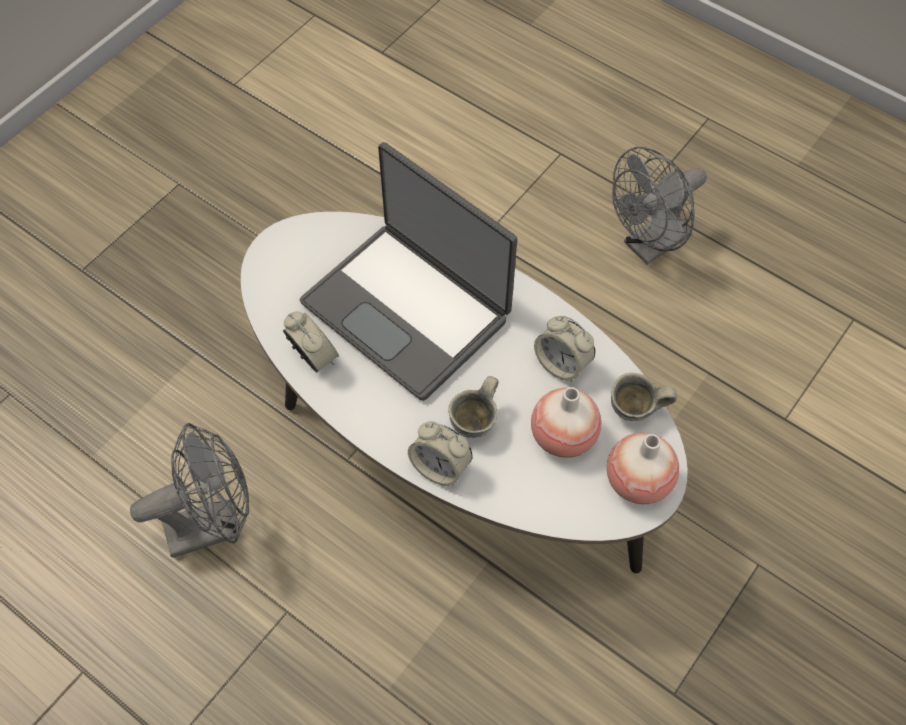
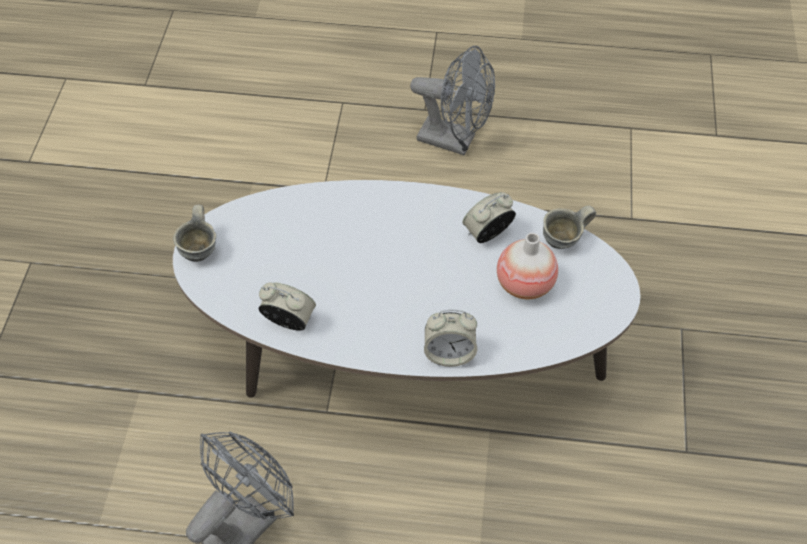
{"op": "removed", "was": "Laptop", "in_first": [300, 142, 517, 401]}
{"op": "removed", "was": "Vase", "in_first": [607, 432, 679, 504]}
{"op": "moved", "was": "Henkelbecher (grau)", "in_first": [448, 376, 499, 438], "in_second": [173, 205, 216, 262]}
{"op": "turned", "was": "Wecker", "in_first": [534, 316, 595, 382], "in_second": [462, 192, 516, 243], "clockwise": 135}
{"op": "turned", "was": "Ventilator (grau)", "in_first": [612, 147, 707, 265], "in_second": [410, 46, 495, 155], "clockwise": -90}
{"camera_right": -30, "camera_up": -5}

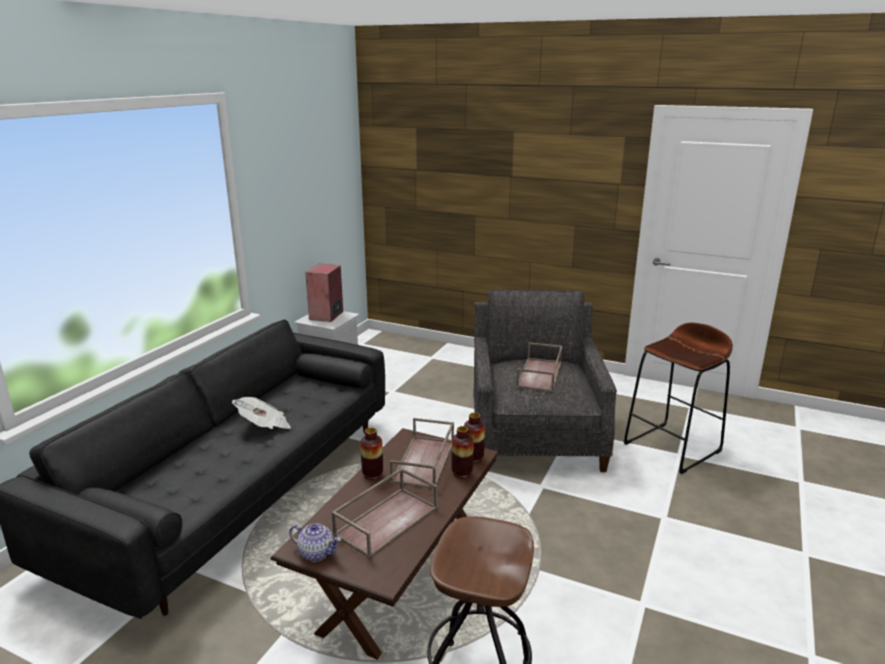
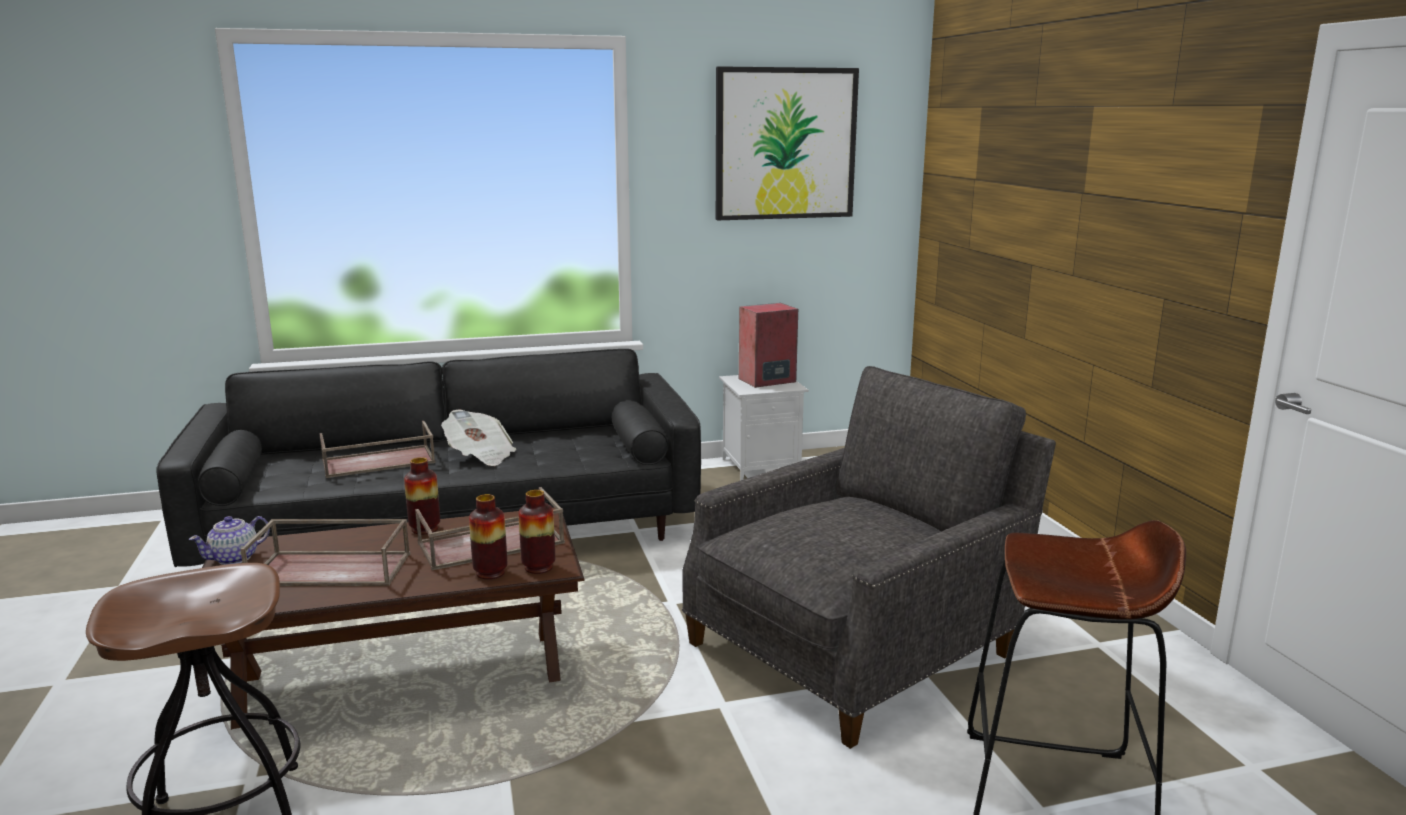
{"op": "added", "now": "Bild", "in_second": [716, 66, 859, 220]}
{"op": "moved", "was": "Tablett (braun)", "in_first": [516, 342, 562, 392], "in_second": [319, 421, 436, 478]}
{"op": "turned", "was": "Teekanne", "in_first": [289, 523, 341, 562], "in_second": [189, 516, 270, 565], "clockwise": 60}
{"camera_right": 50, "camera_up": -5}

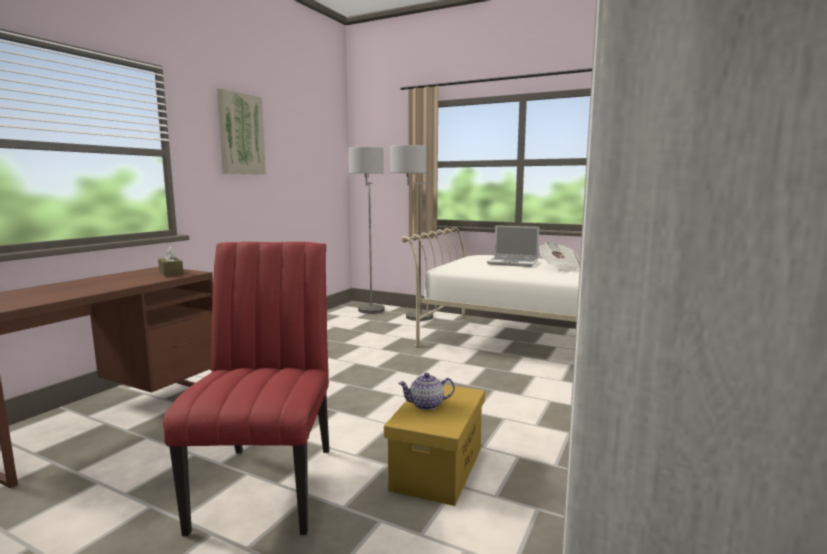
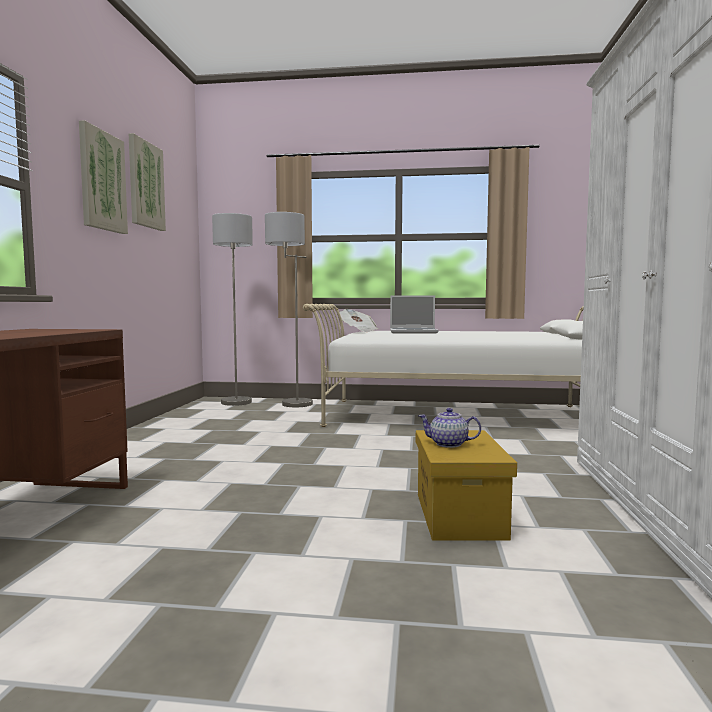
{"op": "removed", "was": "Taschentuchbox (braun)", "in_first": [158, 247, 183, 277]}
{"op": "removed", "was": "Stuhl (rot)", "in_first": [163, 242, 329, 536]}
{"op": "added", "now": "Bild", "in_second": [129, 133, 166, 231]}
{"op": "moved", "was": "Zeitung", "in_first": [539, 242, 580, 272], "in_second": [339, 309, 378, 332]}
{"op": "turned", "was": "Teekanne", "in_first": [398, 373, 455, 410], "in_second": [418, 408, 481, 448], "clockwise": 45}
{"camera_right": -20, "camera_up": -5}

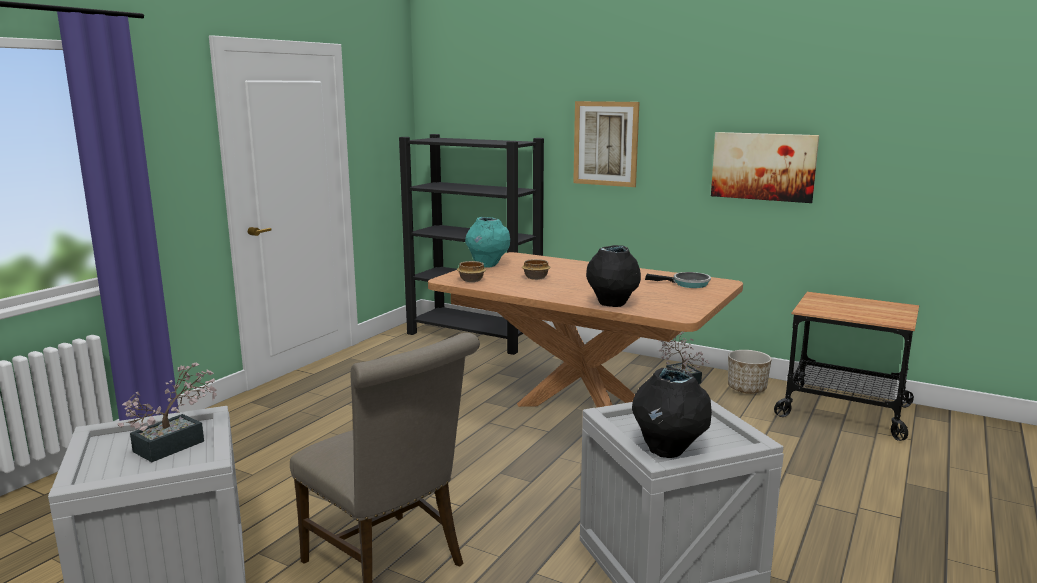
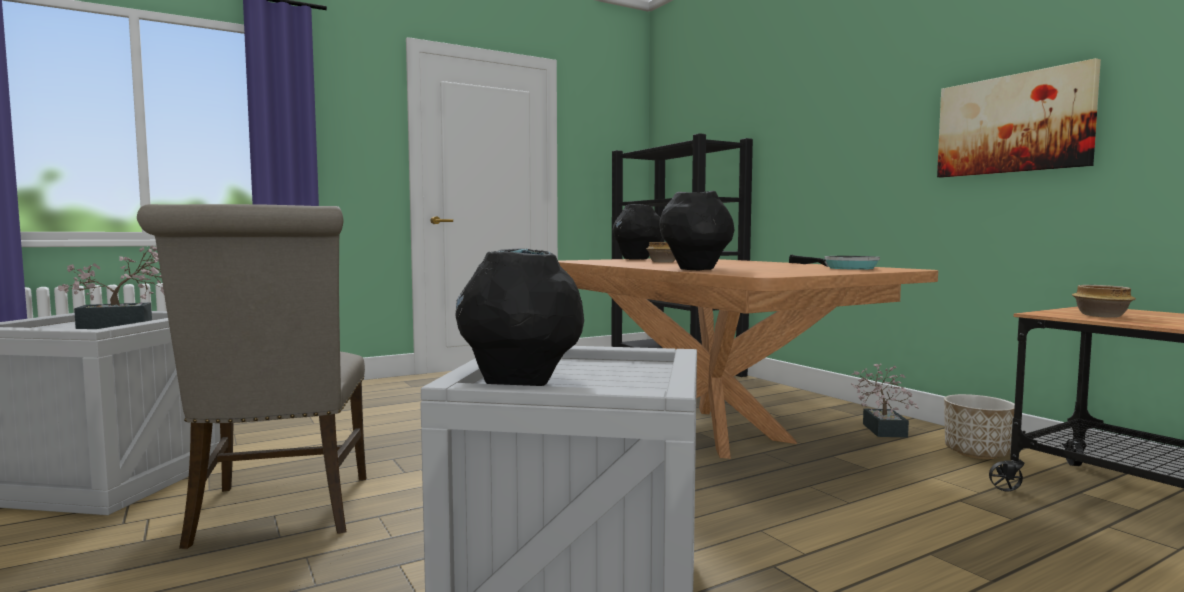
{"op": "removed", "was": "Bild", "in_first": [573, 101, 639, 187]}
{"op": "moved", "was": "Schüssel", "in_first": [457, 261, 486, 282], "in_second": [1072, 285, 1136, 318]}
{"op": "recoloured", "was": "Vase (türkis)", "now": "Vase (schwarz)", "in_first": [465, 217, 510, 268], "in_second": [613, 204, 662, 260]}
{"camera_right": 30, "camera_up": -10}

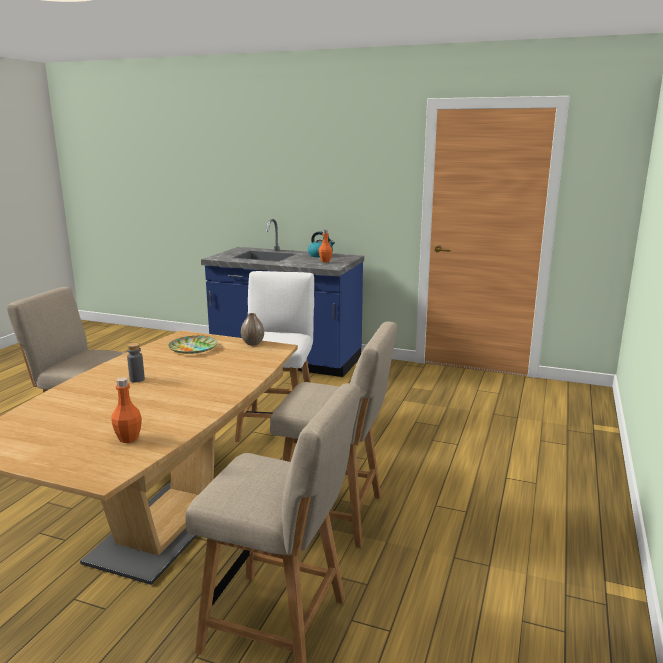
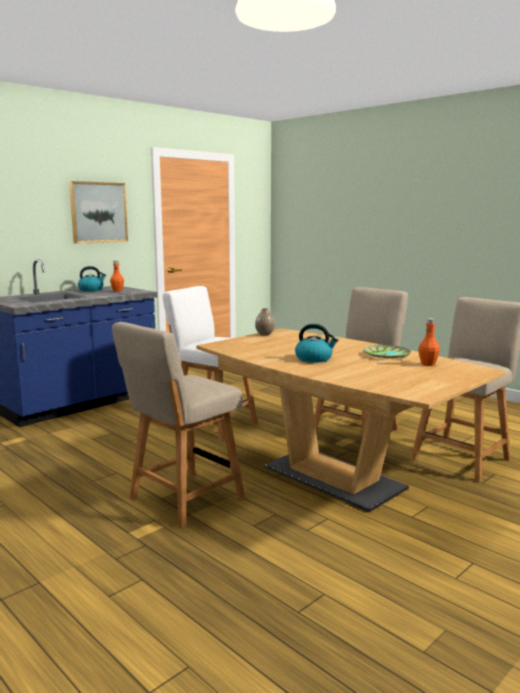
{"op": "added", "now": "Bild", "in_second": [69, 181, 128, 244]}
{"op": "moved", "was": "Teller", "in_first": [168, 336, 218, 354], "in_second": [363, 345, 411, 358]}
{"op": "replaced", "was": "Flasche (grau)", "now": "Wasserkessel", "in_first": [127, 343, 145, 383], "in_second": [295, 324, 338, 363]}
{"camera_right": -65, "camera_up": -5}

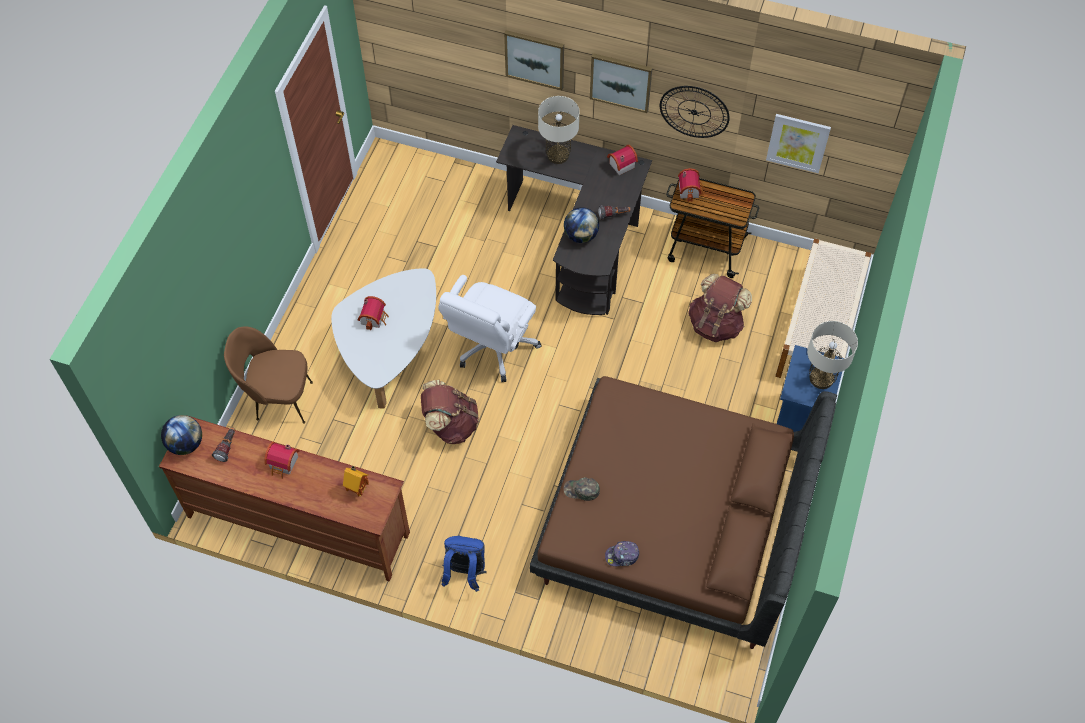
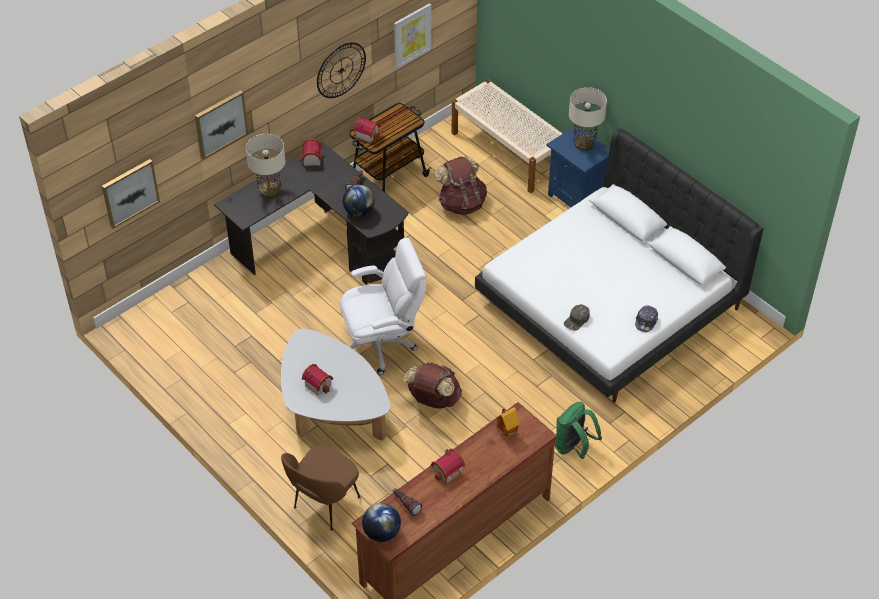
{"op": "moved", "was": "Bild", "in_first": [590, 53, 652, 113], "in_second": [102, 159, 160, 229]}
{"op": "recoloured", "was": "Rucksack (blau)", "now": "Rucksack (grün)", "in_first": [441, 535, 486, 592], "in_second": [555, 402, 602, 459]}
{"op": "recoloured", "was": "Bett (braun)", "now": "Bett (weiß)", "in_first": [530, 376, 837, 649], "in_second": [475, 128, 764, 403]}
{"op": "turned", "was": "Bürostuhl (weiß)", "in_first": [438, 275, 542, 382], "in_second": [340, 238, 426, 375], "clockwise": -75}
{"camera_right": -60, "camera_up": -10}

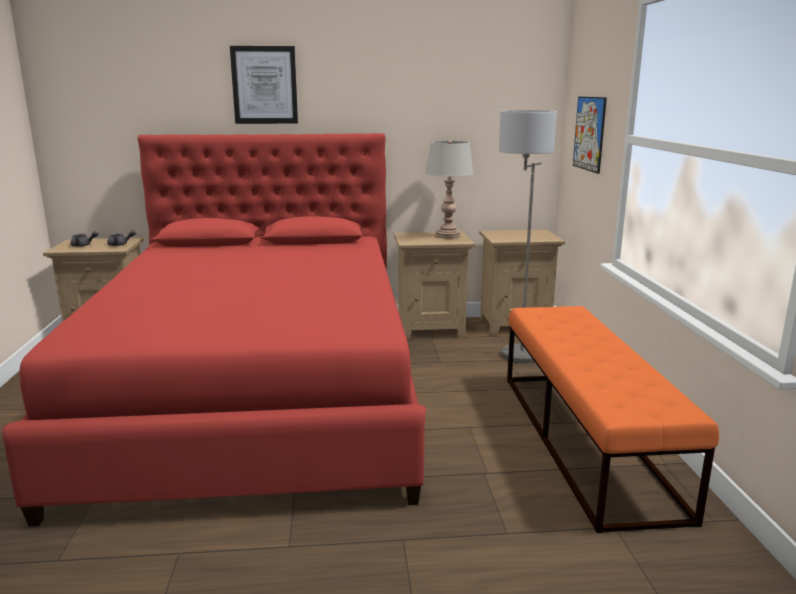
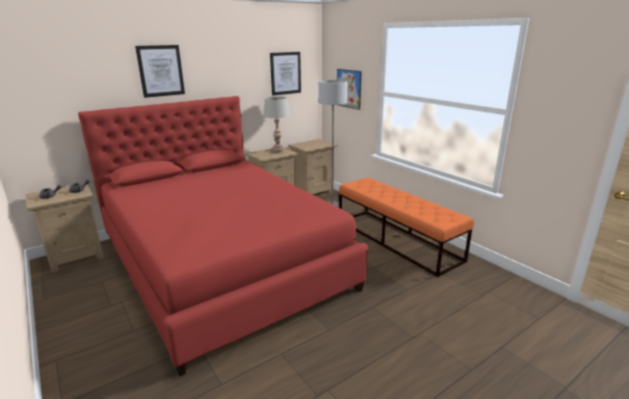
{"op": "added", "now": "Bild", "in_second": [270, 52, 301, 95]}
{"camera_right": -30, "camera_up": 5}

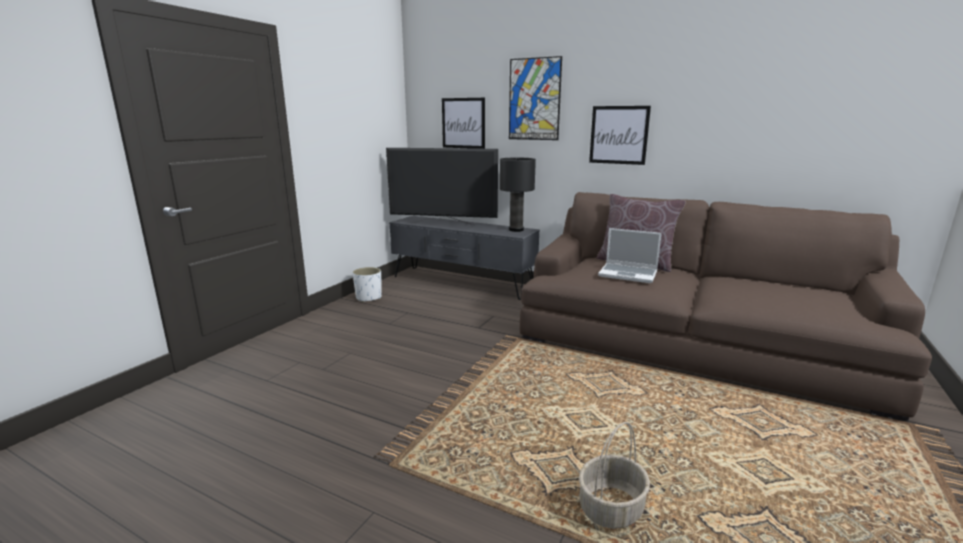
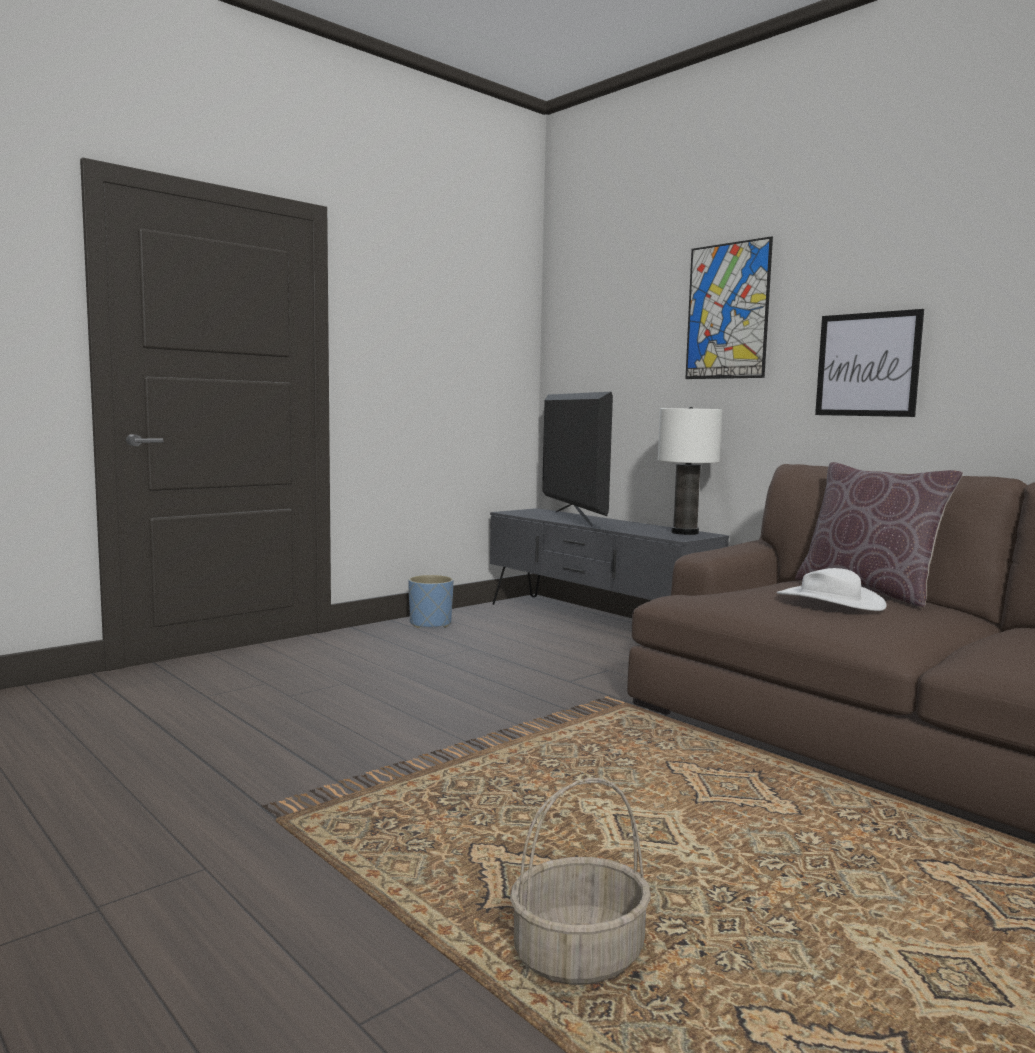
{"op": "removed", "was": "Bild", "in_first": [442, 98, 485, 149]}
{"op": "replaced", "was": "Laptop", "now": "Hut (weiß)", "in_first": [598, 228, 662, 283], "in_second": [777, 568, 886, 611]}
{"op": "recoloured", "was": "Pflanzkübel (weiß)", "now": "Pflanzkübel (blau)", "in_first": [353, 267, 382, 302], "in_second": [408, 575, 454, 628]}
{"op": "recoloured", "was": "Tischlampe (schwarz)", "now": "Tischlampe (weiß)", "in_first": [500, 157, 536, 232], "in_second": [658, 407, 722, 535]}
{"op": "turned", "was": "Fernseher", "in_first": [386, 148, 498, 226], "in_second": [542, 392, 613, 527], "clockwise": -135}
{"camera_right": 20, "camera_up": -10}

